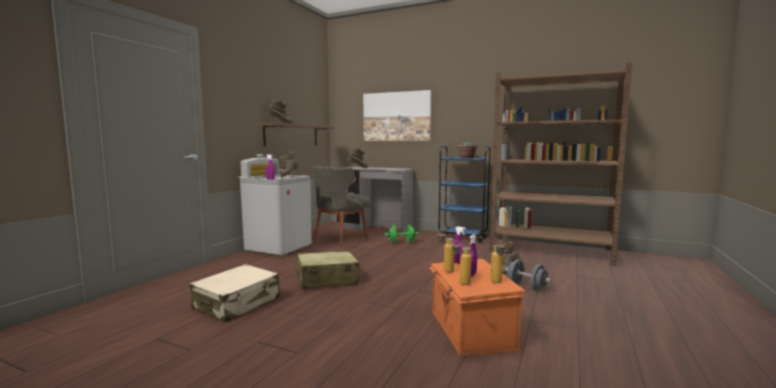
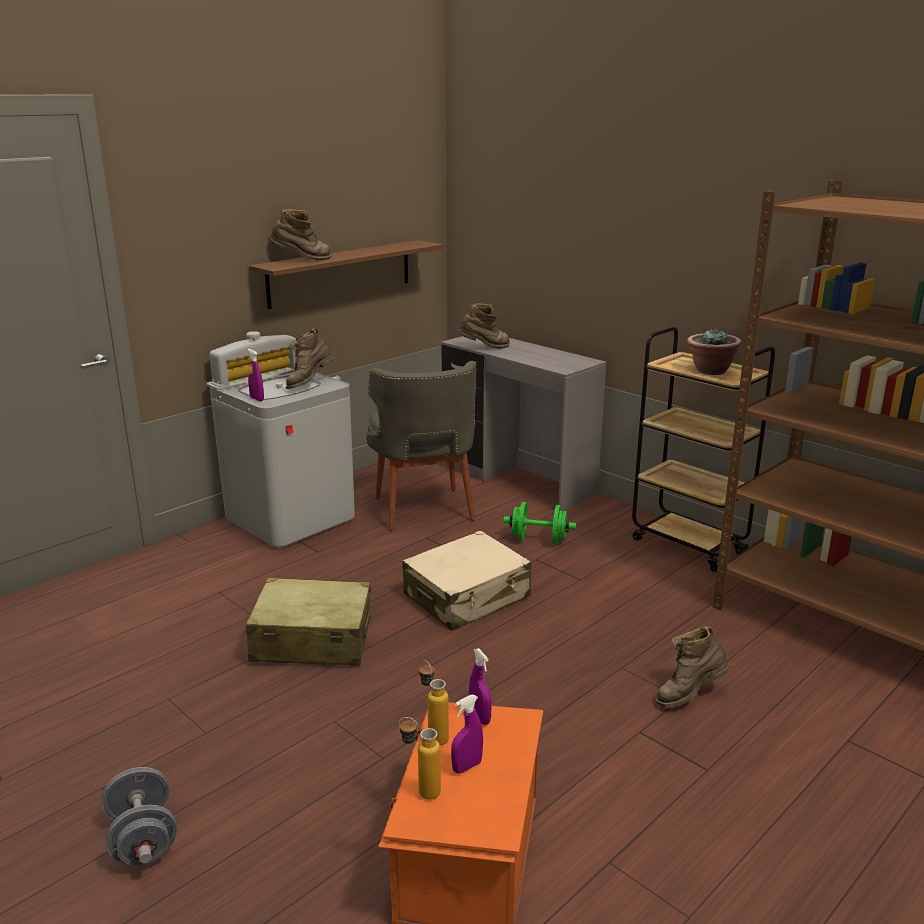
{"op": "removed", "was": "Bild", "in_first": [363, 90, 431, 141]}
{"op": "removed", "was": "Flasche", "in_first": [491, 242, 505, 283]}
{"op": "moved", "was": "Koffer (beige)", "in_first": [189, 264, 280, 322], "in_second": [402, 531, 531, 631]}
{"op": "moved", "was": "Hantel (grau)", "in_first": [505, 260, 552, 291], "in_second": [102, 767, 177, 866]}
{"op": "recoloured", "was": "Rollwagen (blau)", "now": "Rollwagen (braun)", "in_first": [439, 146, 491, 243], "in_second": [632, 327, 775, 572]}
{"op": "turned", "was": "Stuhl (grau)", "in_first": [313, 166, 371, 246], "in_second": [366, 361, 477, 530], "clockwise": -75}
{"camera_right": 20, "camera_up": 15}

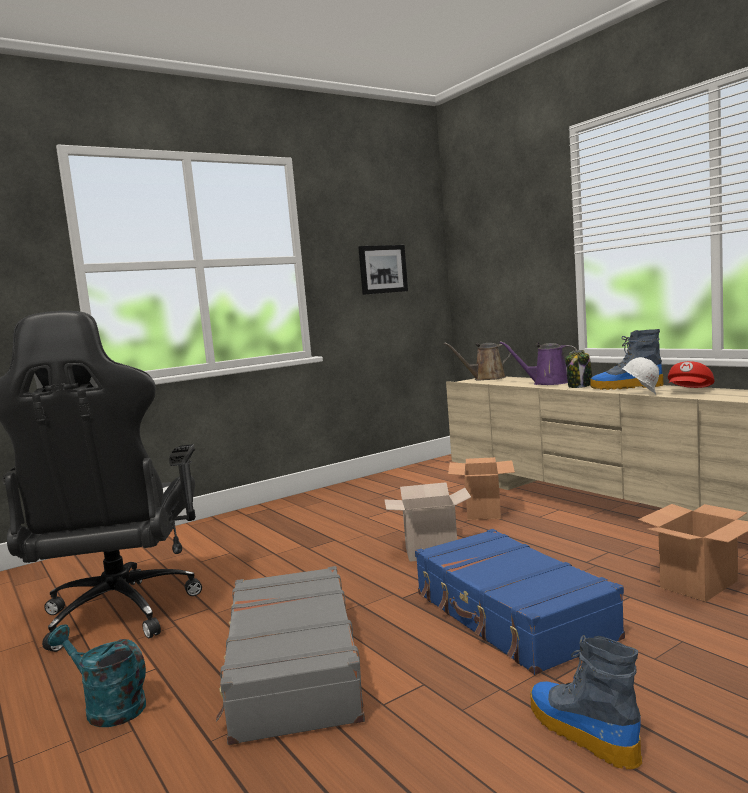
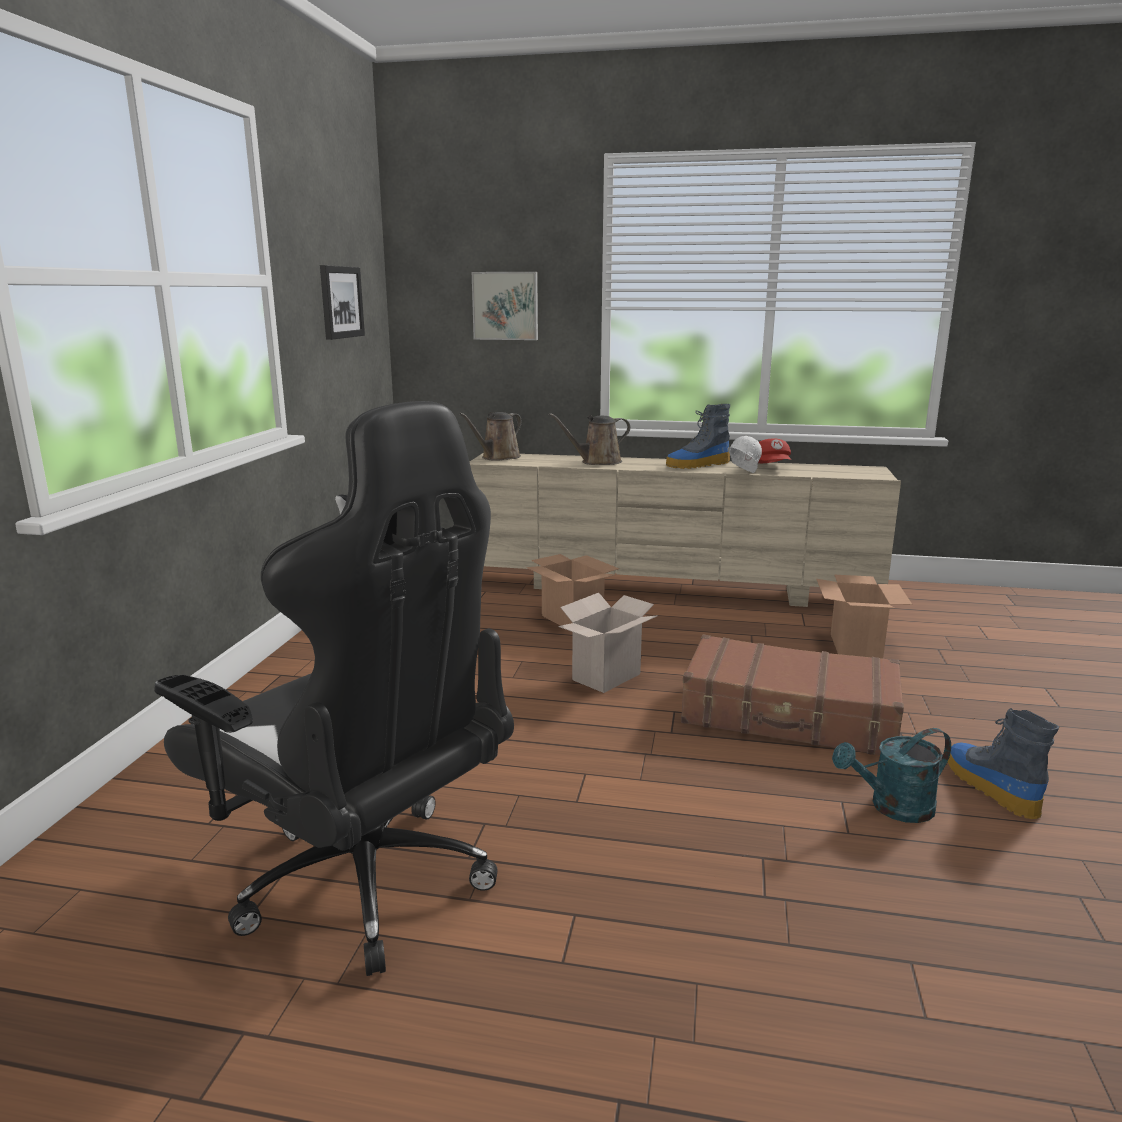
{"op": "removed", "was": "Koffer (grau)", "in_first": [216, 566, 365, 745]}
{"op": "removed", "was": "Vorratsglas", "in_first": [565, 350, 592, 388]}
{"op": "added", "now": "Bild", "in_second": [472, 272, 538, 340]}
{"op": "moved", "was": "Gießkanne (türkis)", "in_first": [48, 624, 146, 727], "in_second": [832, 728, 951, 823]}
{"op": "recoloured", "was": "Koffer (blau)", "now": "Koffer (braun)", "in_first": [415, 529, 625, 675], "in_second": [681, 635, 904, 755]}
{"op": "recoloured", "was": "Gießkanne (lila)", "now": "Gießkanne (braun)", "in_first": [499, 341, 577, 385], "in_second": [548, 413, 631, 465]}
{"op": "turned", "was": "Stiefel", "in_first": [530, 635, 642, 769], "in_second": [948, 708, 1059, 819], "clockwise": 60}
{"camera_right": -45, "camera_up": 10}

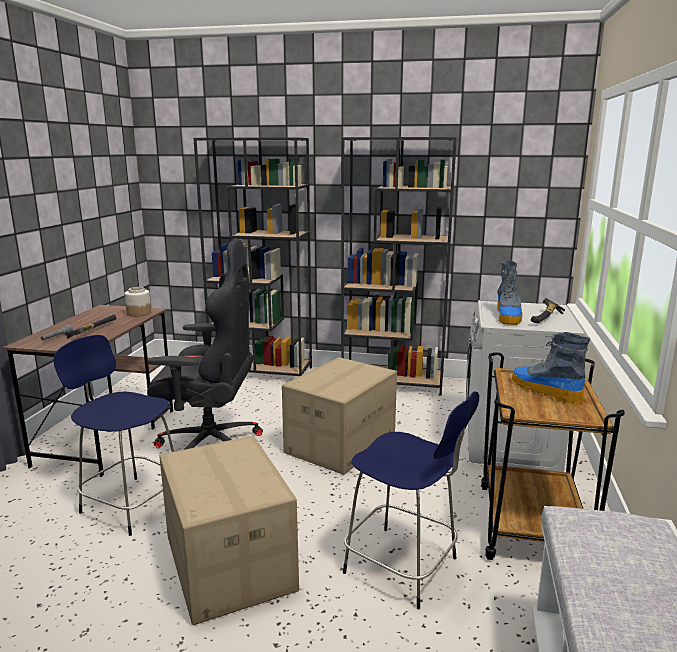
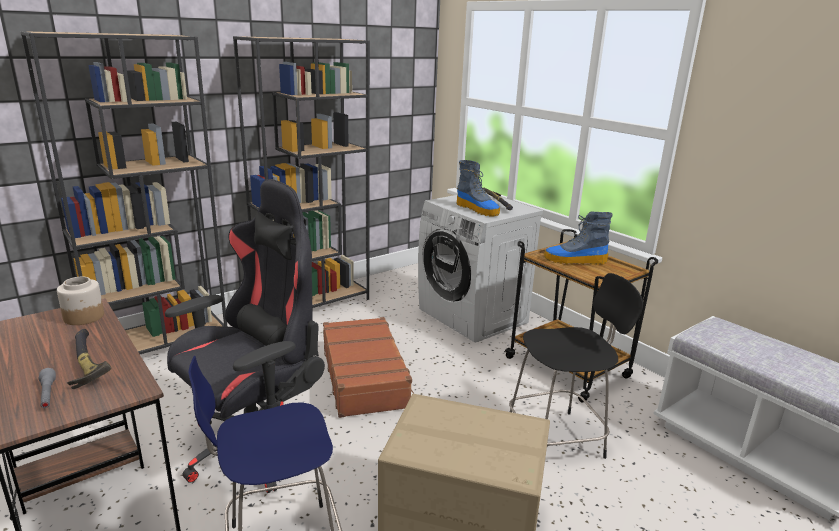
{"op": "replaced", "was": "Karton", "now": "Koffer (braun)", "in_first": [282, 357, 397, 475], "in_second": [323, 317, 414, 418]}
{"op": "recoloured", "was": "Hocker (blau)", "now": "Hocker (schwarz)", "in_first": [343, 391, 479, 610], "in_second": [509, 273, 643, 459]}
{"camera_right": -50, "camera_up": 5}

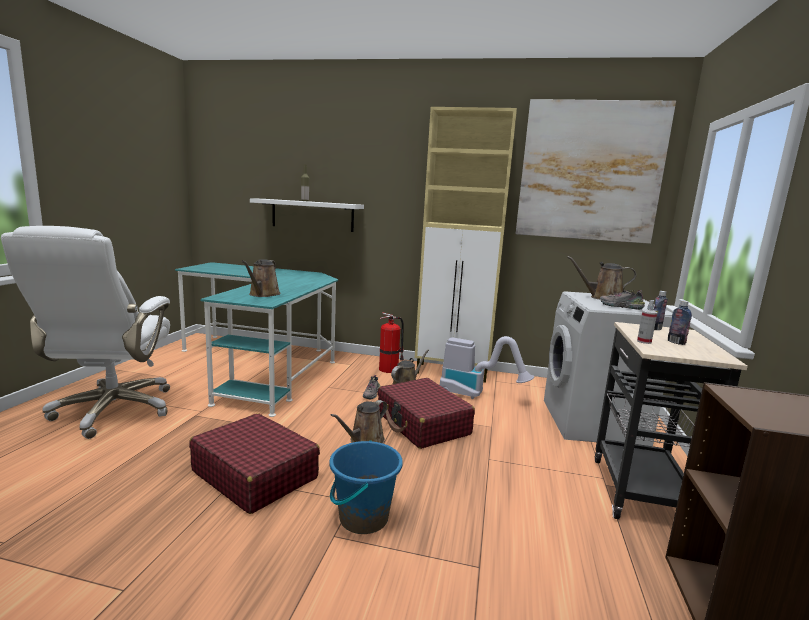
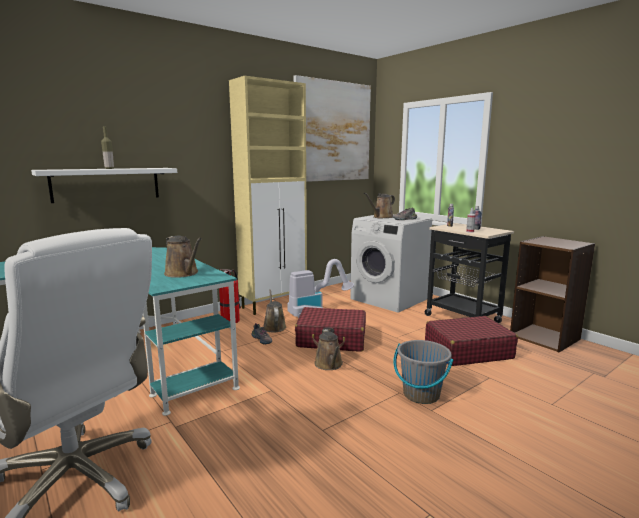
{"op": "moved", "was": "Koffer (rot)", "in_first": [189, 413, 320, 514], "in_second": [425, 316, 518, 366]}
{"op": "recoloured", "was": "Eimer (blau)", "now": "Eimer (grau)", "in_first": [329, 440, 403, 534], "in_second": [393, 340, 453, 404]}
{"camera_right": -50, "camera_up": 0}

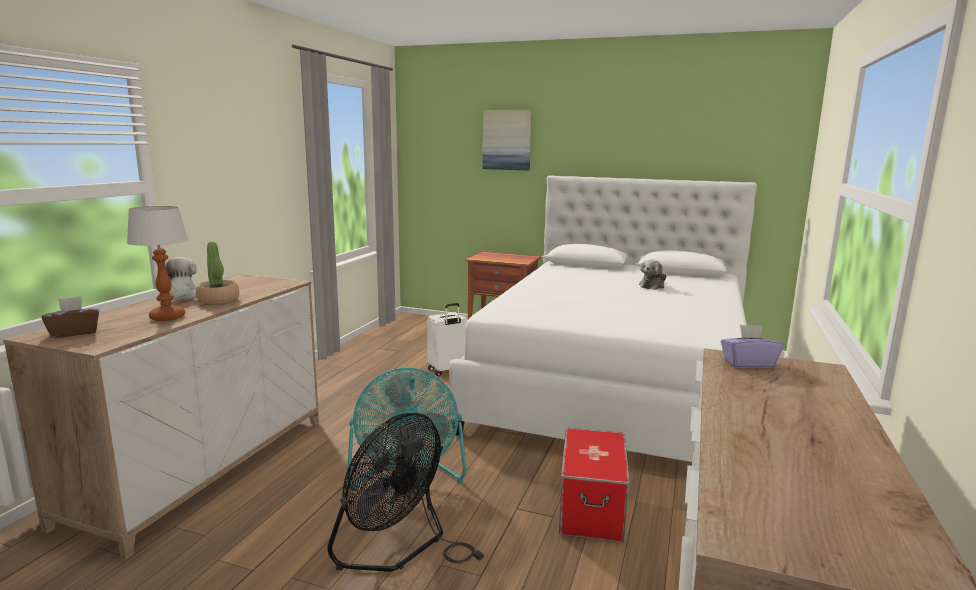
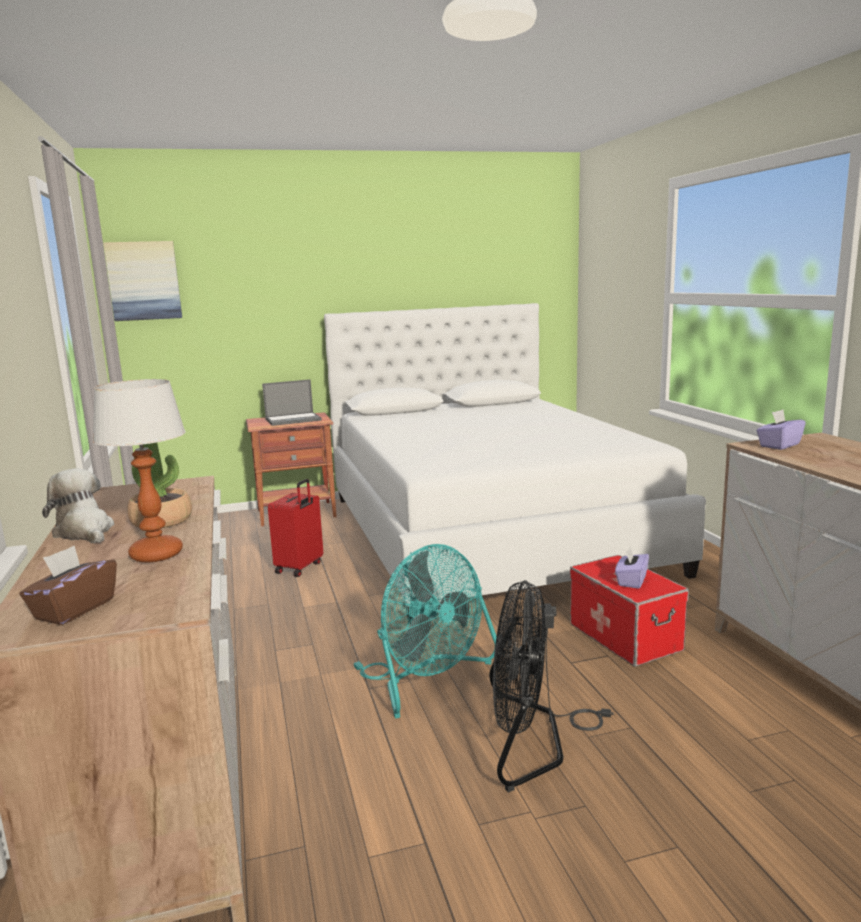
{"op": "removed", "was": "Plüschtier", "in_first": [639, 259, 667, 290]}
{"op": "added", "now": "Laptop", "in_second": [262, 379, 322, 426]}
{"op": "added", "now": "Taschentuchbox (lila)", "in_second": [615, 546, 649, 589]}
{"op": "moved", "was": "Bild", "in_first": [483, 110, 532, 170], "in_second": [103, 241, 182, 321]}
{"op": "recoloured", "was": "Koffer (weiß)", "now": "Koffer (rot)", "in_first": [427, 303, 468, 376], "in_second": [268, 479, 323, 577]}
{"camera_right": -35, "camera_up": 0}

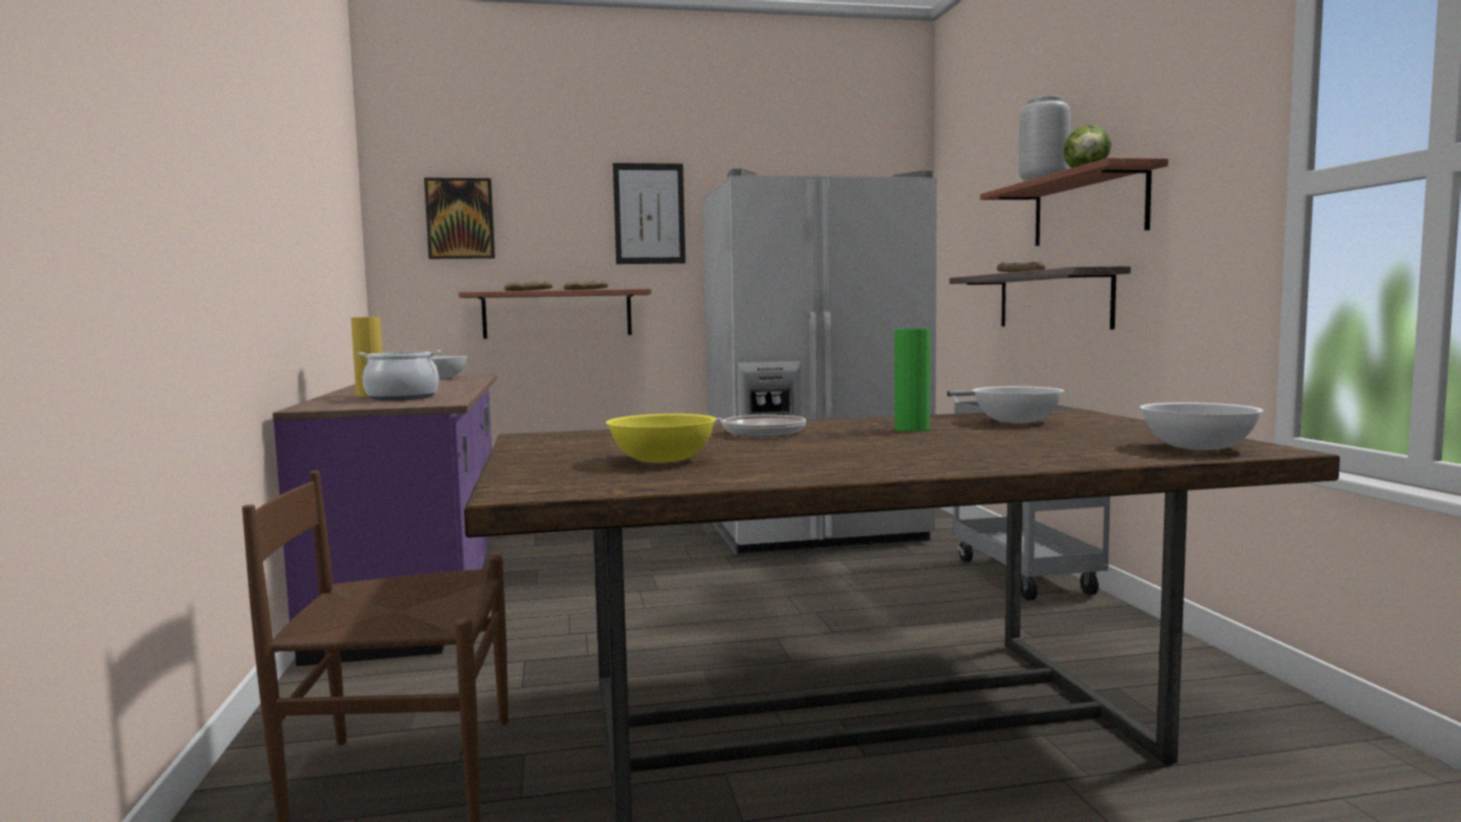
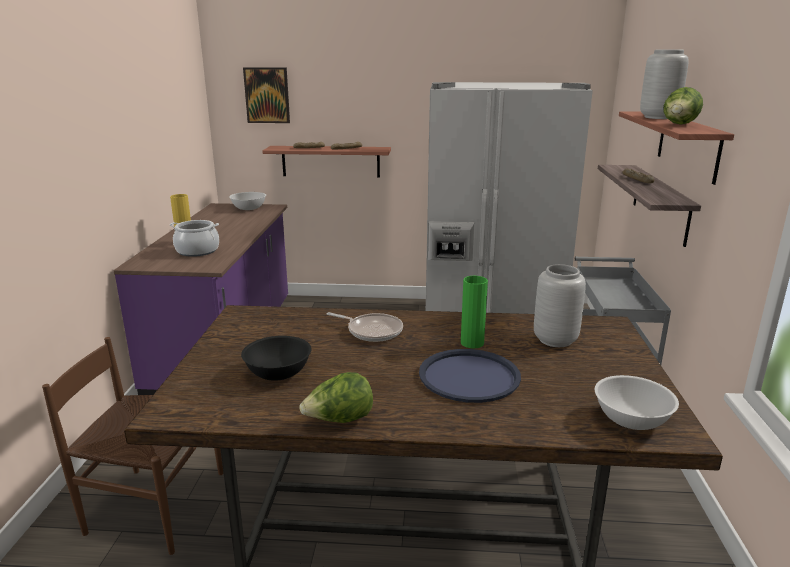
{"op": "removed", "was": "Bild", "in_first": [613, 163, 686, 264]}
{"op": "added", "now": "Salatkopf", "in_second": [300, 372, 373, 423]}
{"op": "added", "now": "Tablett (blau)", "in_second": [419, 349, 521, 403]}
{"op": "replaced", "was": "Schüssel (weiß)", "now": "Vase (grau)", "in_first": [972, 386, 1064, 423], "in_second": [534, 264, 586, 347]}
{"op": "recoloured", "was": "Schüssel (gelb)", "now": "Schüssel (schwarz)", "in_first": [606, 414, 717, 463], "in_second": [241, 336, 311, 381]}
{"camera_right": 15, "camera_up": 15}

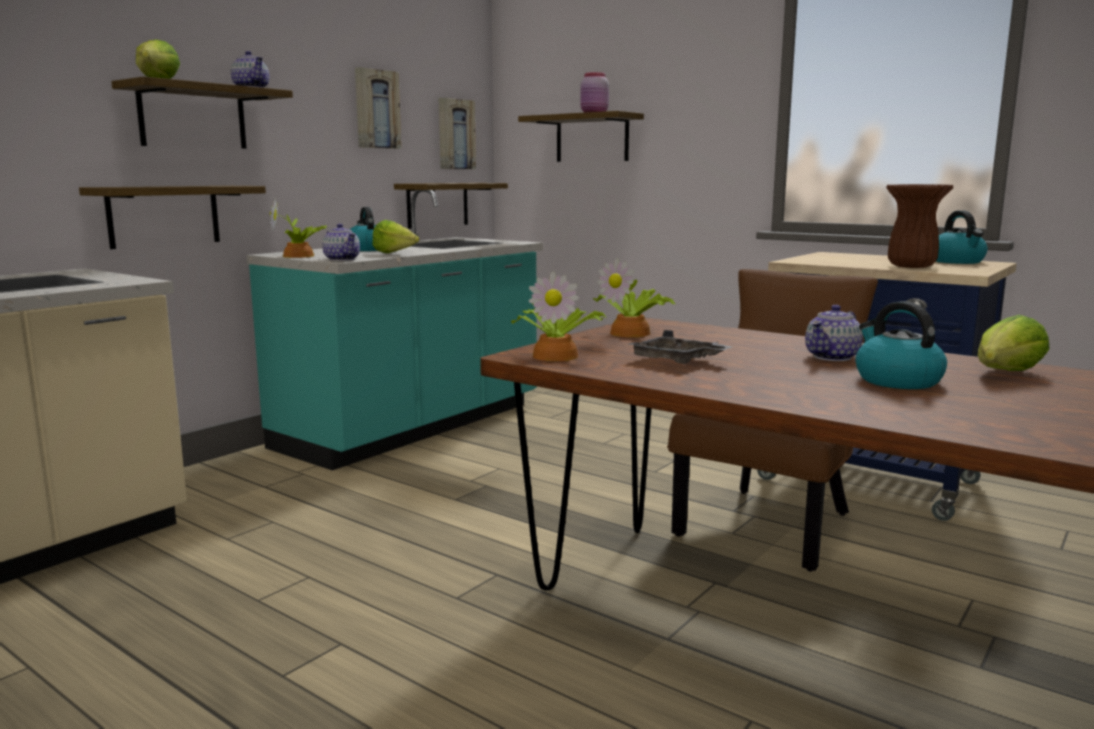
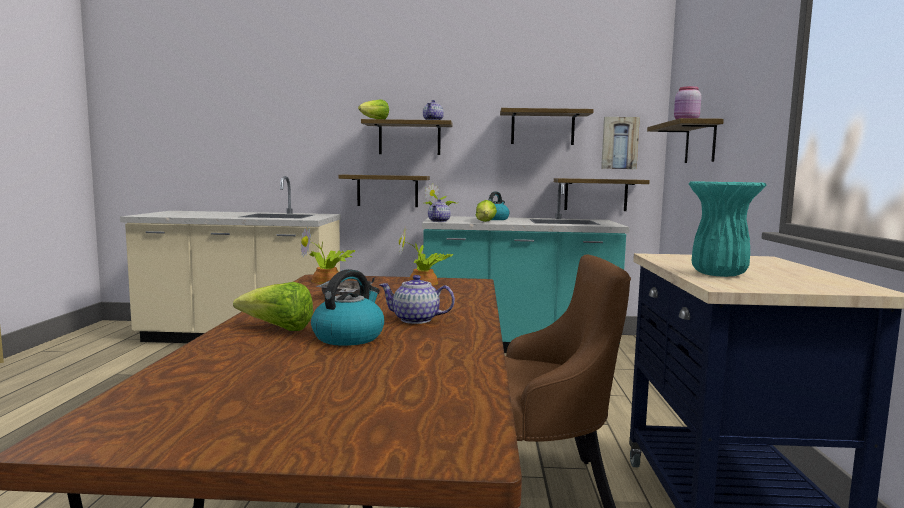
{"op": "removed", "was": "Wasserkessel", "in_first": [936, 210, 988, 264]}
{"op": "moved", "was": "Salatkopf", "in_first": [978, 315, 1050, 371], "in_second": [233, 282, 313, 331]}
{"op": "replaced", "was": "Bild", "now": "Wandregal", "in_first": [355, 67, 401, 149], "in_second": [500, 108, 594, 145]}
{"op": "recoloured", "was": "Vase (braun)", "now": "Vase (türkis)", "in_first": [886, 184, 953, 268], "in_second": [689, 181, 767, 277]}
{"camera_right": 55, "camera_up": -5}

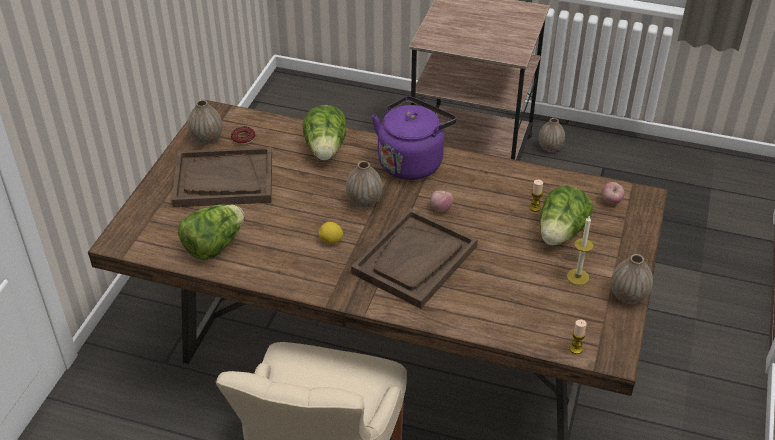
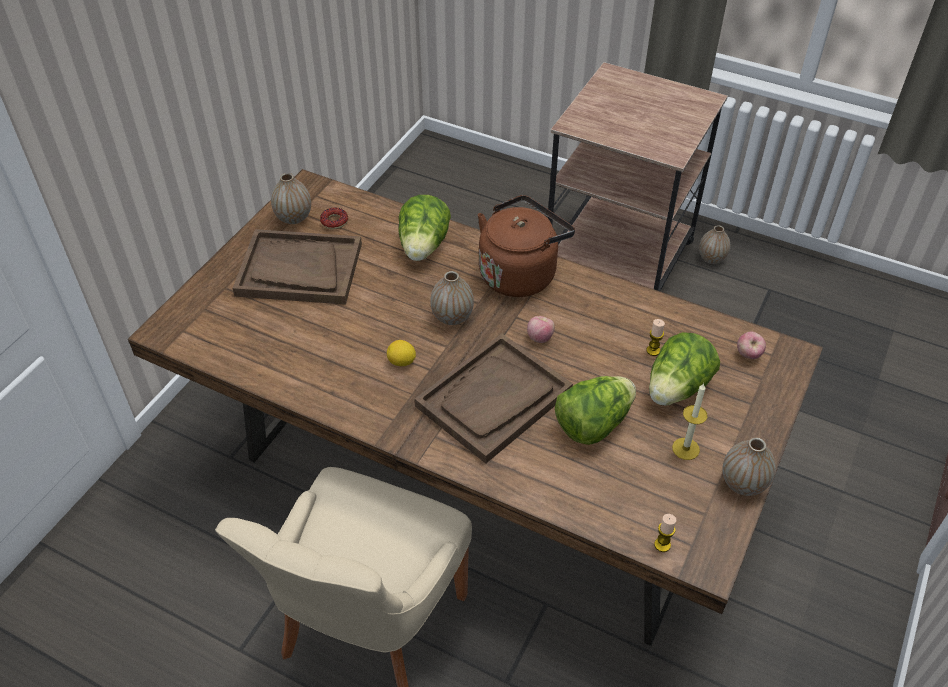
{"op": "moved", "was": "Salatkopf", "in_first": [178, 205, 245, 260], "in_second": [555, 376, 636, 445]}
{"op": "recoloured", "was": "Wasserkessel (lila)", "now": "Wasserkessel (braun)", "in_first": [372, 96, 457, 180], "in_second": [478, 195, 575, 297]}
{"camera_right": 10, "camera_up": 5}

